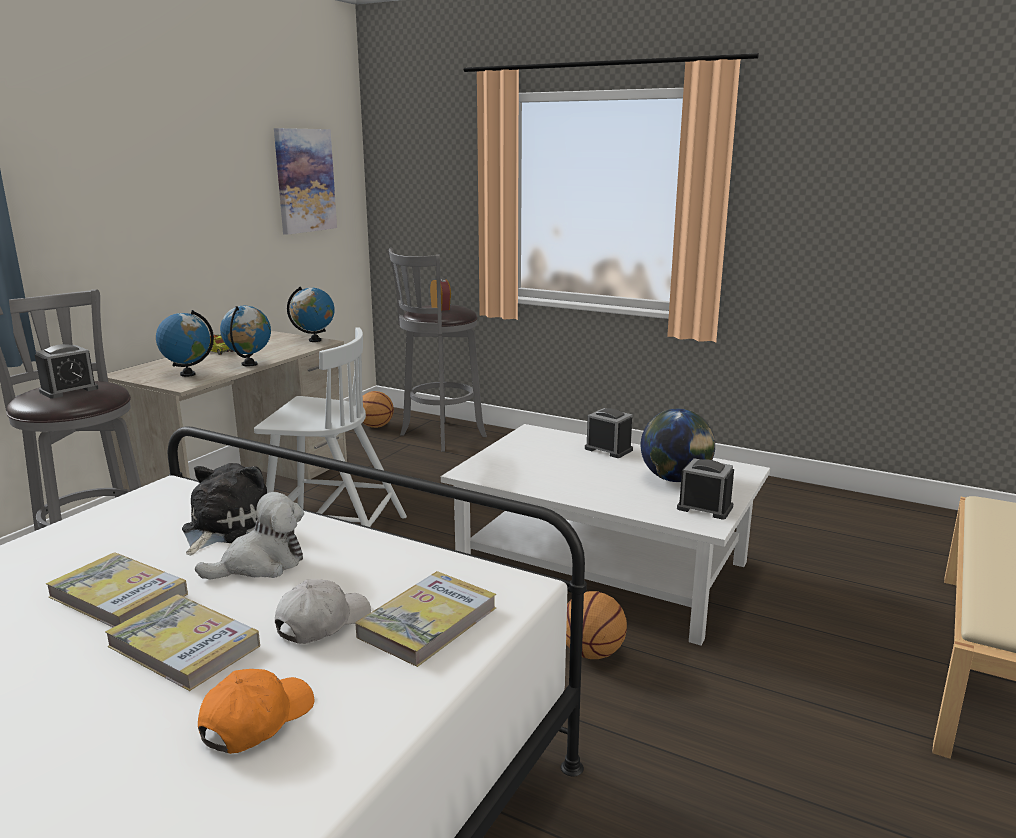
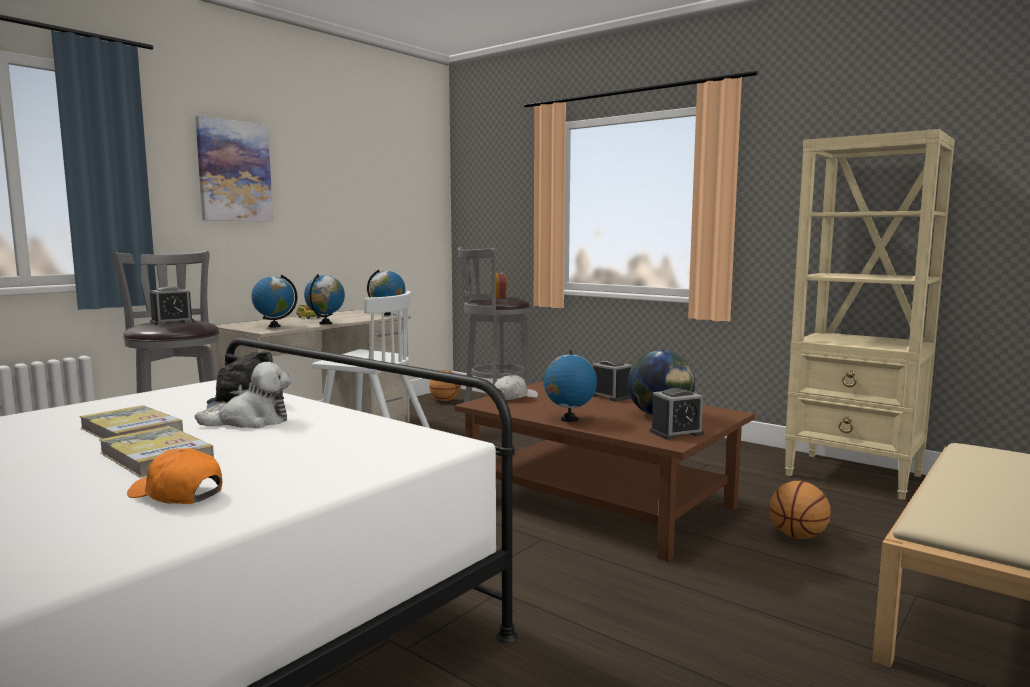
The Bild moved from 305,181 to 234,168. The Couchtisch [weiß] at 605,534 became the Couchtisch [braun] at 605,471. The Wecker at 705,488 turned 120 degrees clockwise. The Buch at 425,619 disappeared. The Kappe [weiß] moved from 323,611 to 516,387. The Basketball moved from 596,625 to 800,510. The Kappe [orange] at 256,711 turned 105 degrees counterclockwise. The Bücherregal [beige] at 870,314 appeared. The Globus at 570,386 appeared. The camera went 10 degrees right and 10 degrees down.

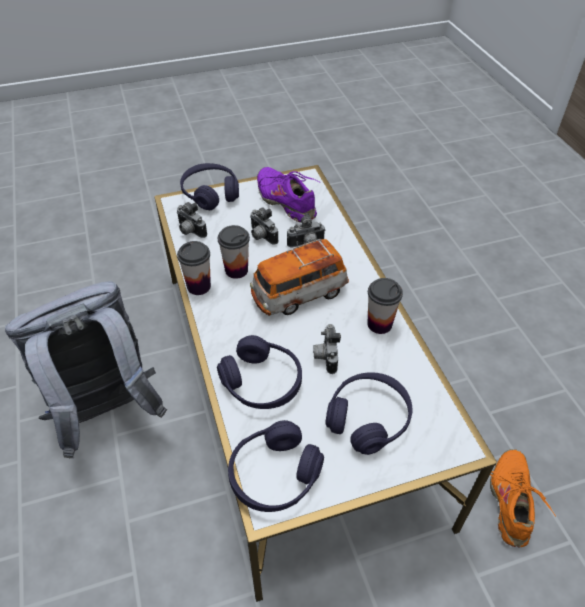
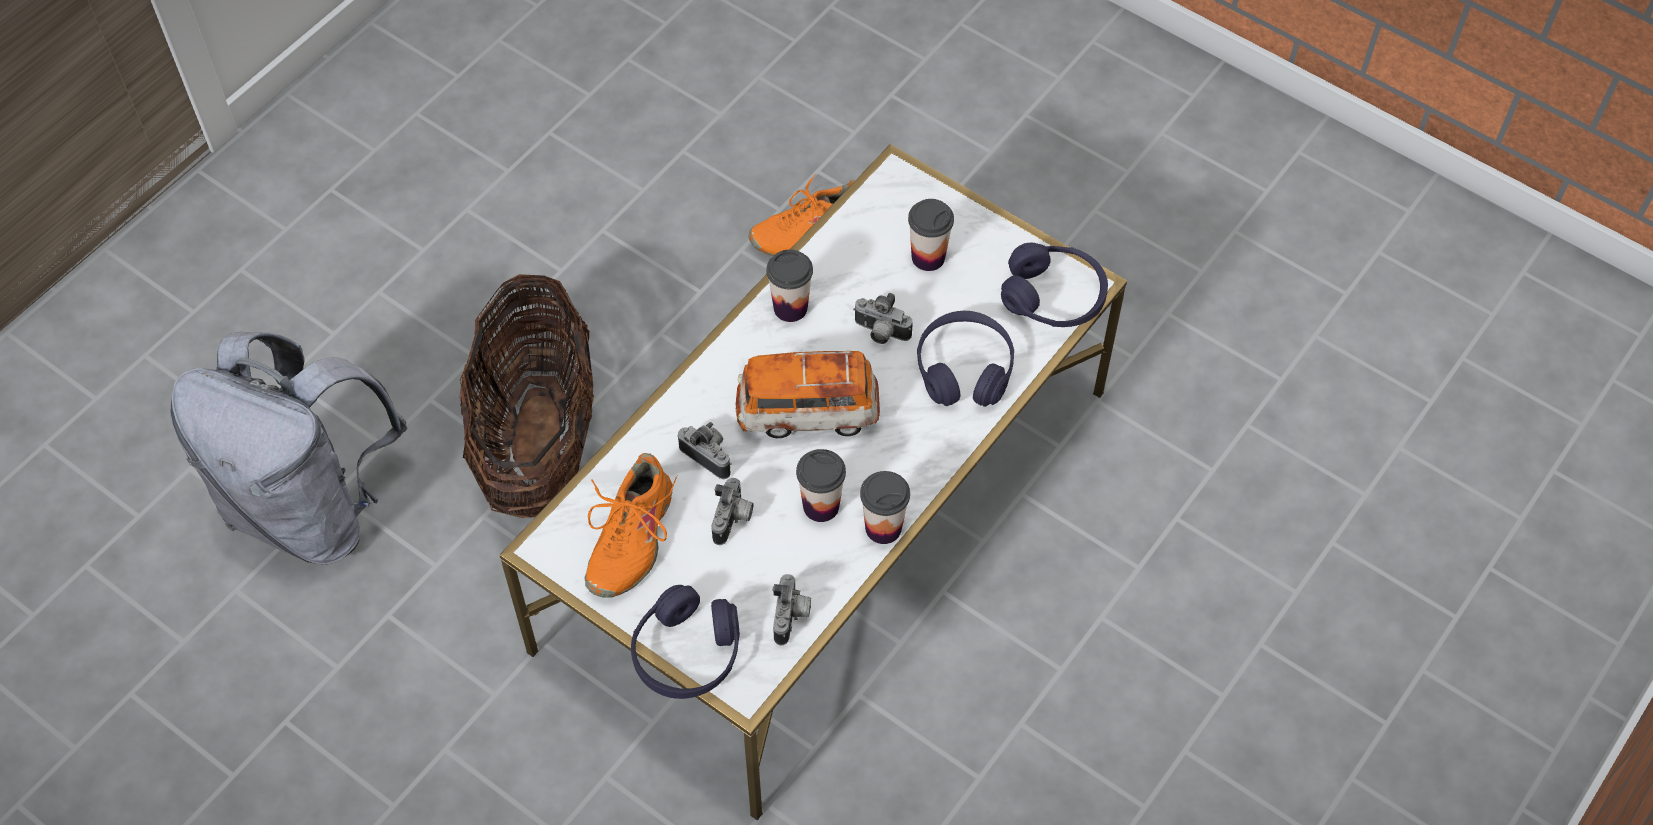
The Schuh [lila] at 288,194 became the Schuh [orange] at 631,525. The Spielzeugauto at 299,277 turned 150 degrees clockwise. The Rucksack [grau] moved from 86,369 to 289,448. The Kamera at 327,349 turned 60 degrees clockwise. The Kopfhörer [lila] at 368,413 was replaced by the Tasse at 931,235. The Korb at 527,396 appeared. The camera went 125 degrees left and 10 degrees up.

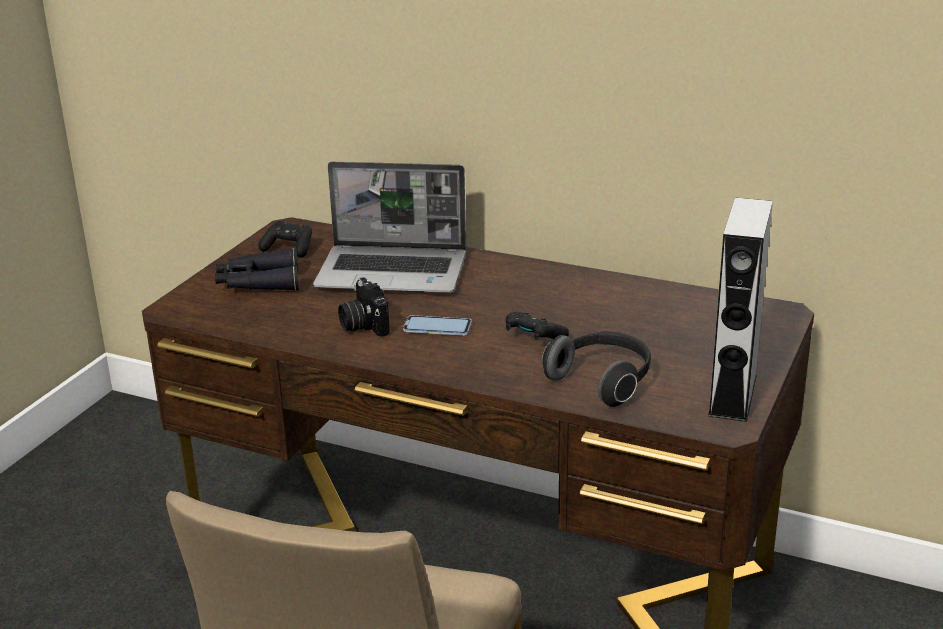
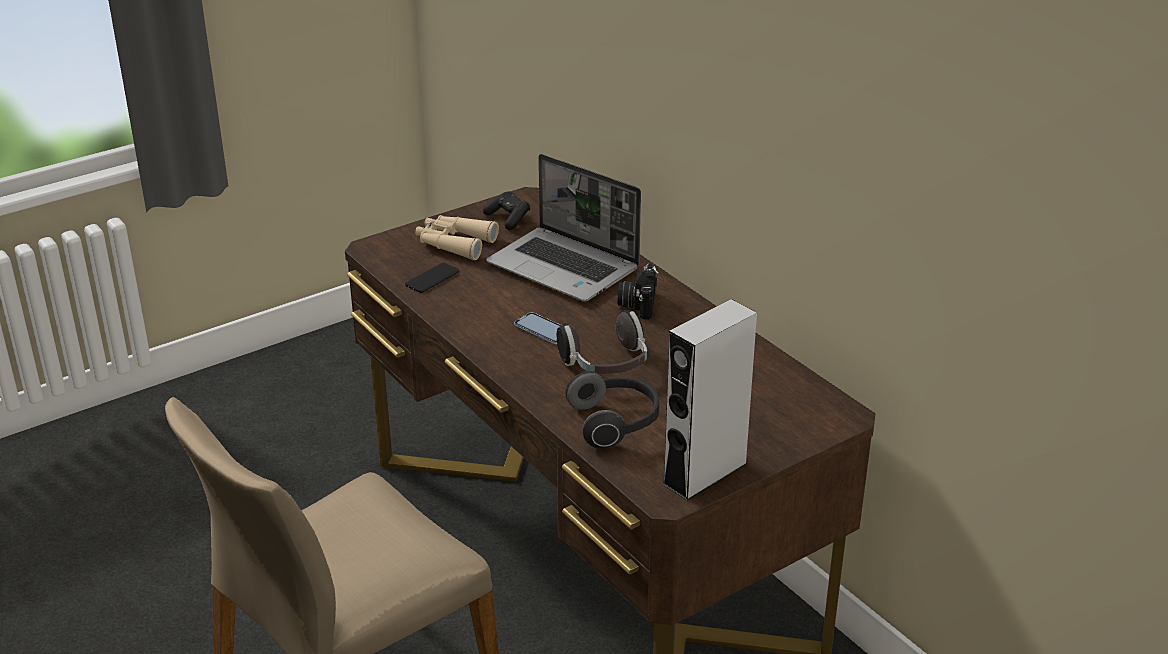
The Fernglas [schwarz] at 257,269 became the Fernglas [beige] at 457,237. The Kamera moved from 364,307 to 638,291. The Gamepad [schwarz] at 537,326 was replaced by the Kopfhörer at 602,342. The Handy at 432,277 appeared. The camera went 30 degrees right and 5 degrees up.

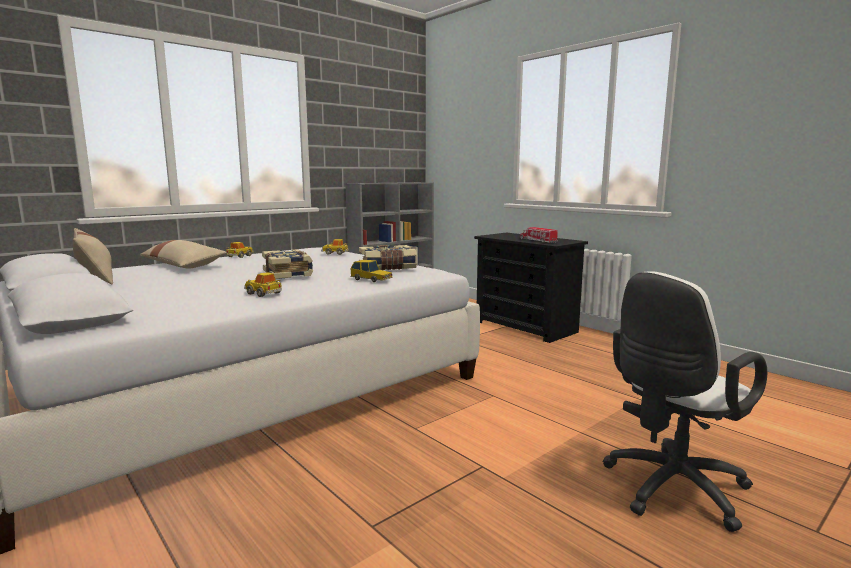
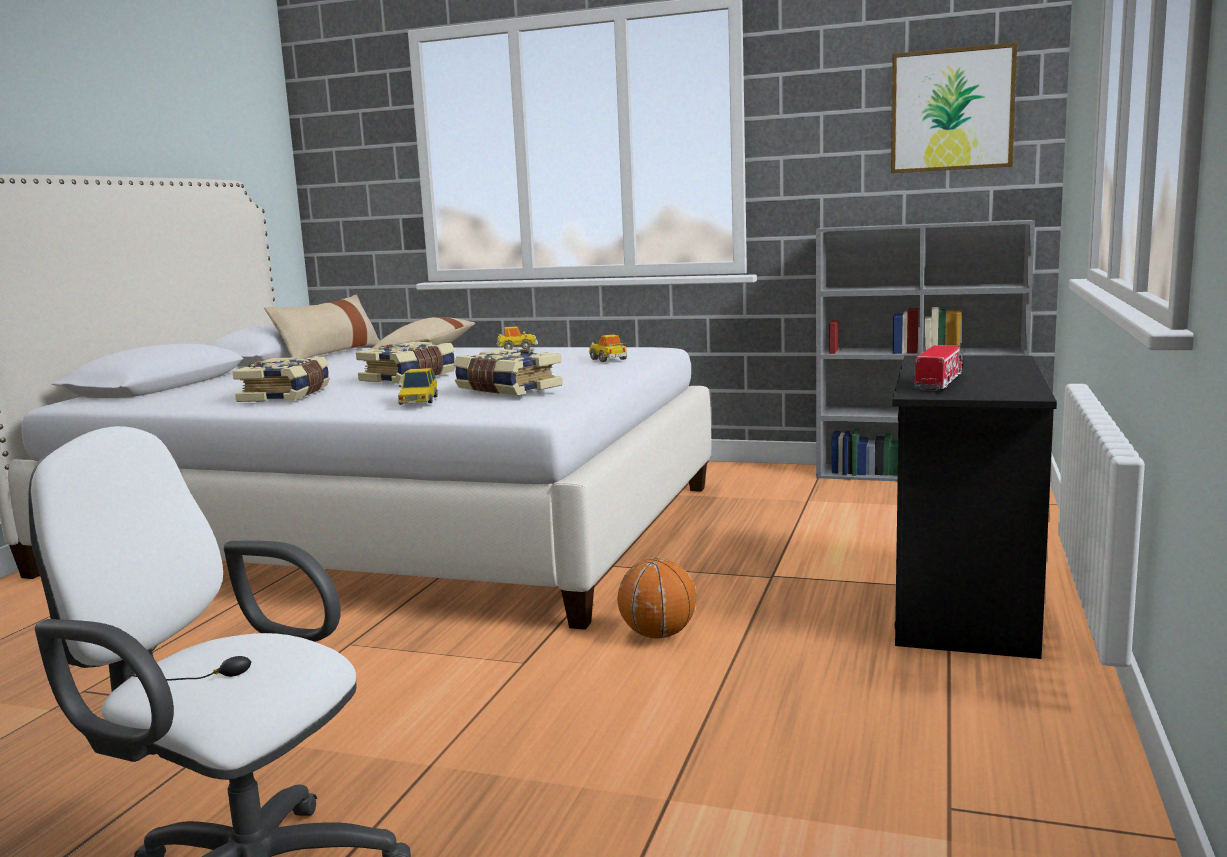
The Spielzeugauto at 263,284 was replaced by the Buch at 281,379. The Bild at 954,108 appeared. The Basketball at 657,598 appeared. The camera went 60 degrees right and 0 degrees up.

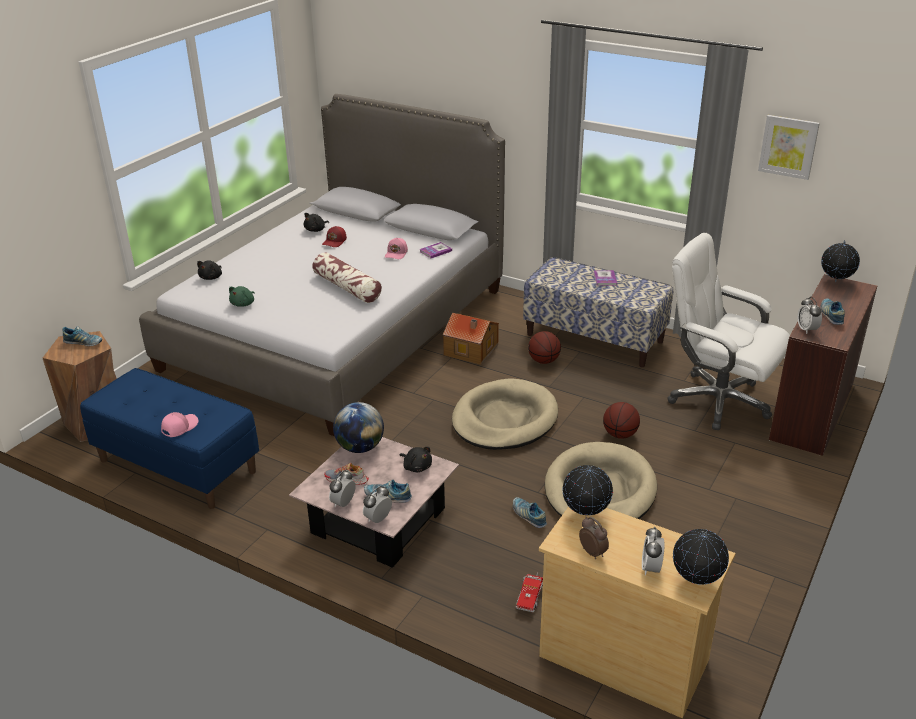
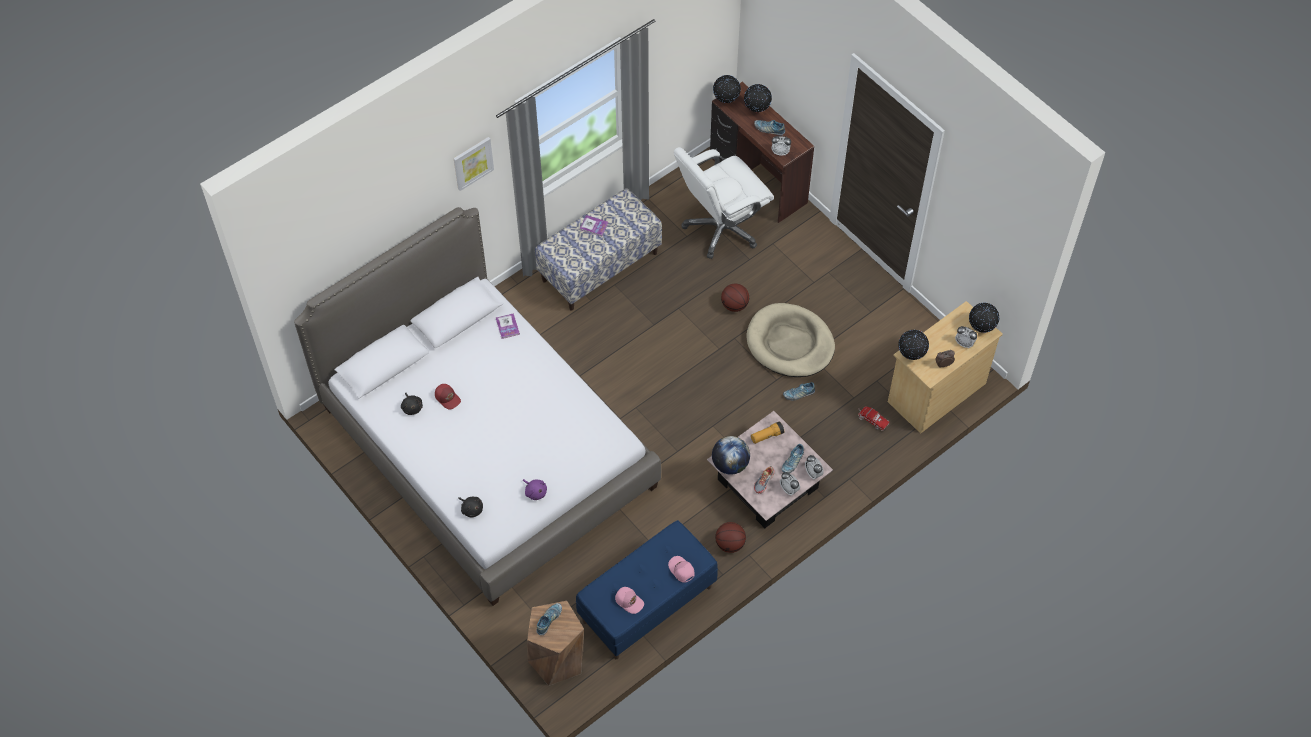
The Bild moved from 789,147 to 473,164. The Kappe [rosa] moved from 396,248 to 629,600. The Kissen at 347,277 disappeared. The Plüschtier [grün] at 242,296 became the Plüschtier [lila] at 535,489. The Spielzeughaus at 471,339 disappeared. The Basketball moved from 544,347 to 730,537. The Hundebett [beige] at 505,414 disappeared. The Plüschtier [schwarz] at 415,459 was replaced by the Taschenlampe at 767,432. The Globus at 758,98 appeared. The camera went 70 degrees left and 25 degrees up.

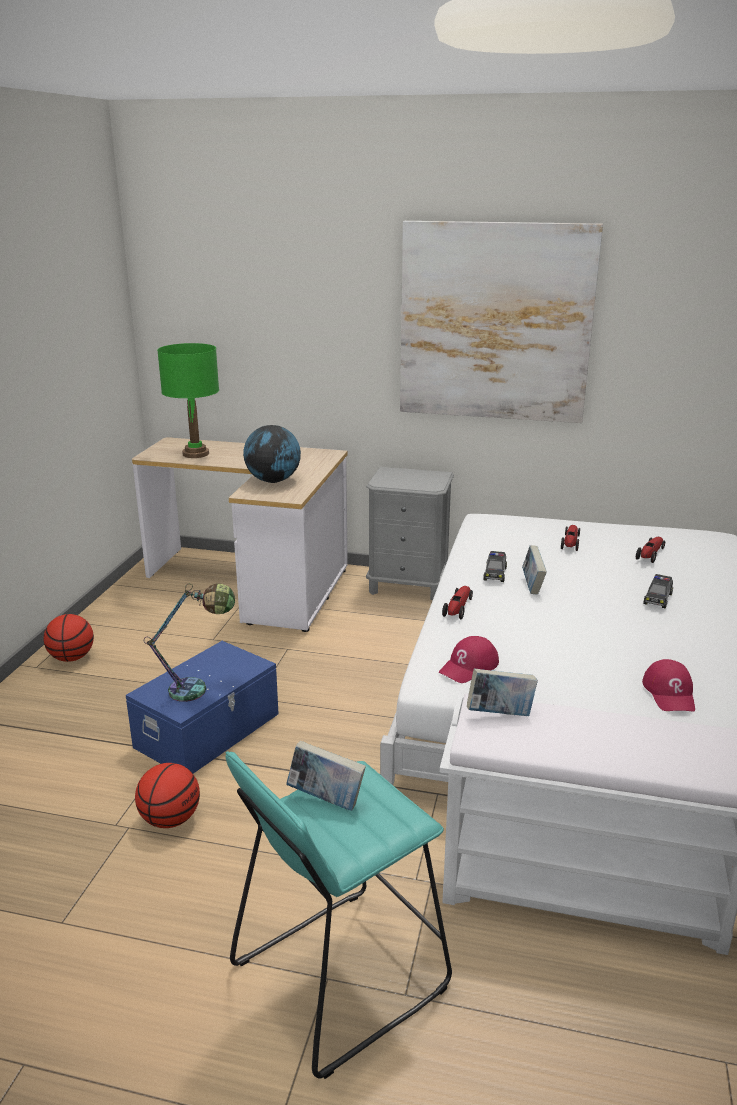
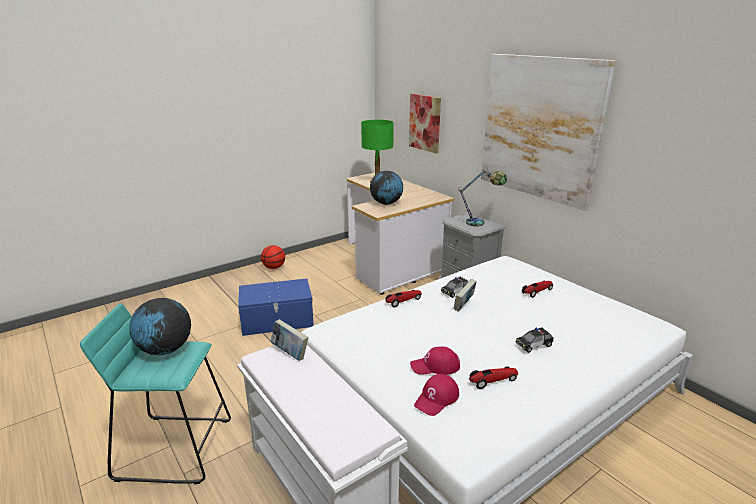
The Spielzeugauto moved from 650,550 to 493,377. The Tischlampe moved from 189,643 to 482,196. The Kappe [rot] moved from 469,659 to 435,360. The Buch at 326,776 was replaced by the Globus at 160,326. The Basketball at 167,795 disappeared. The Bild at 425,123 appeared. The camera went 40 degrees right and 0 degrees up.

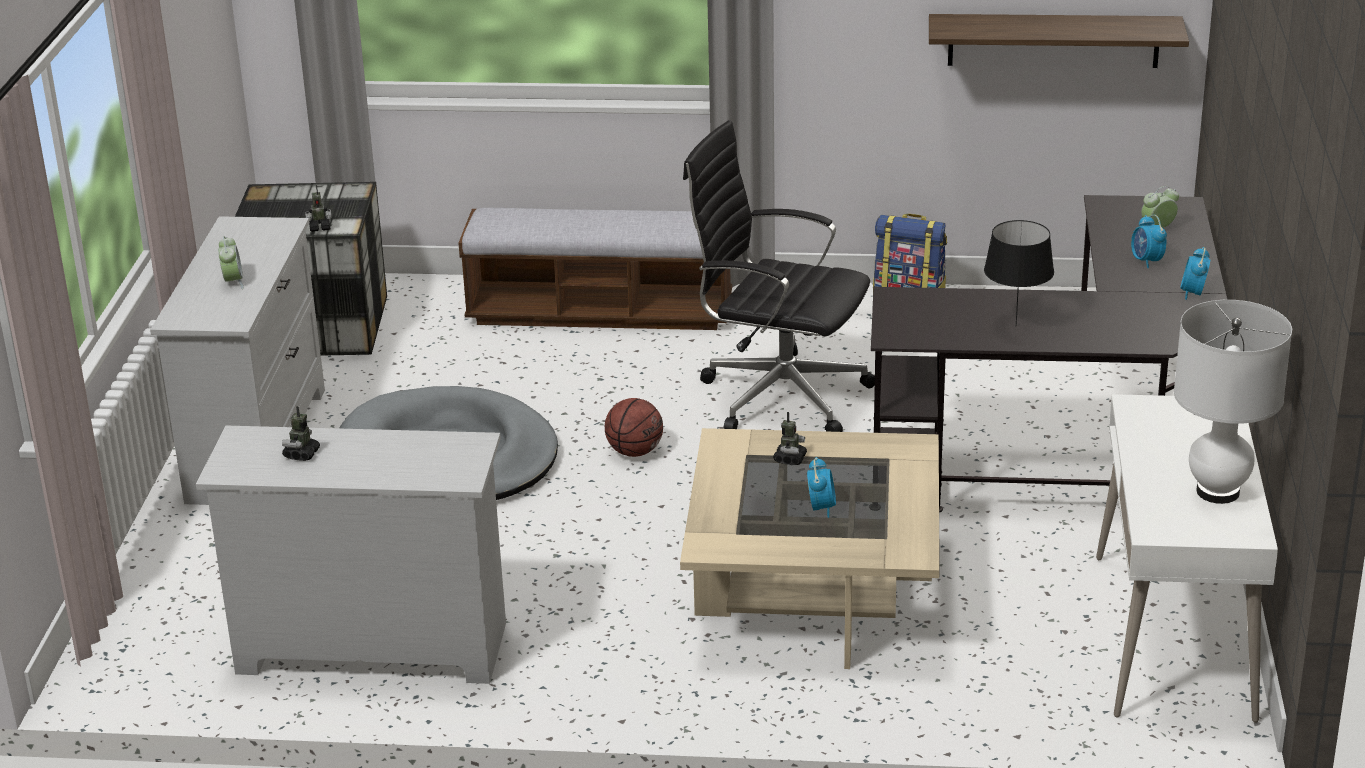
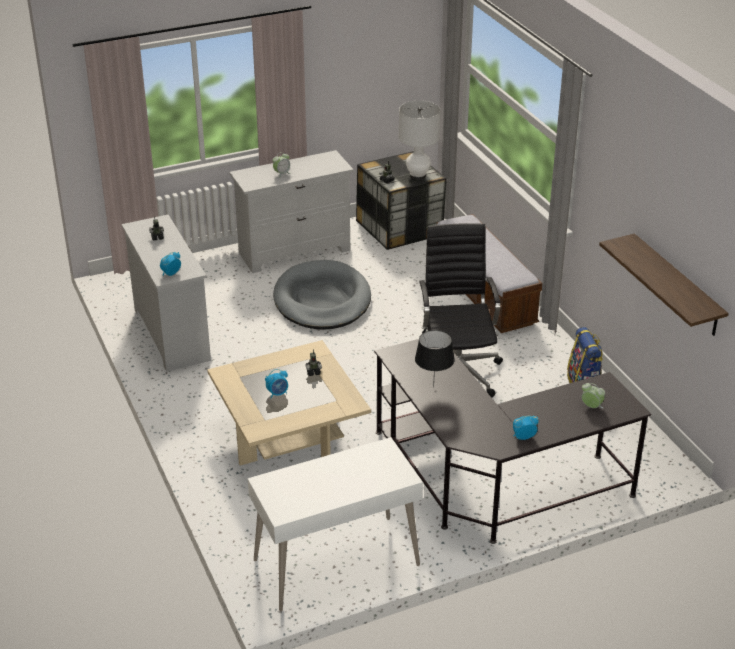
The Wecker moved from 1149,241 to 170,264. The Tischlampe [weiß] moved from 1233,402 to 419,140. The Basketball at 634,427 disappeared. The camera went 60 degrees right and 5 degrees up.

